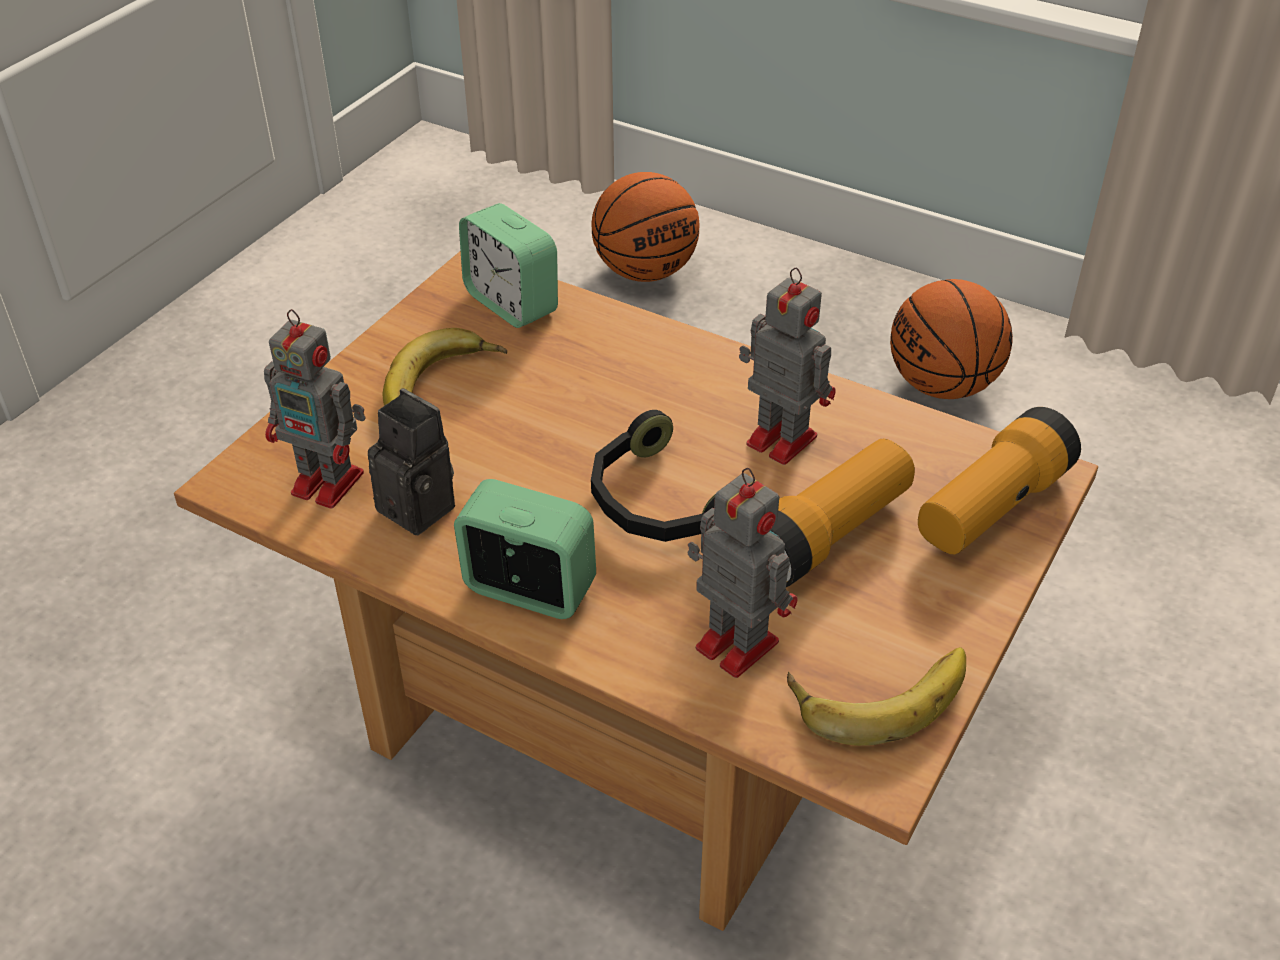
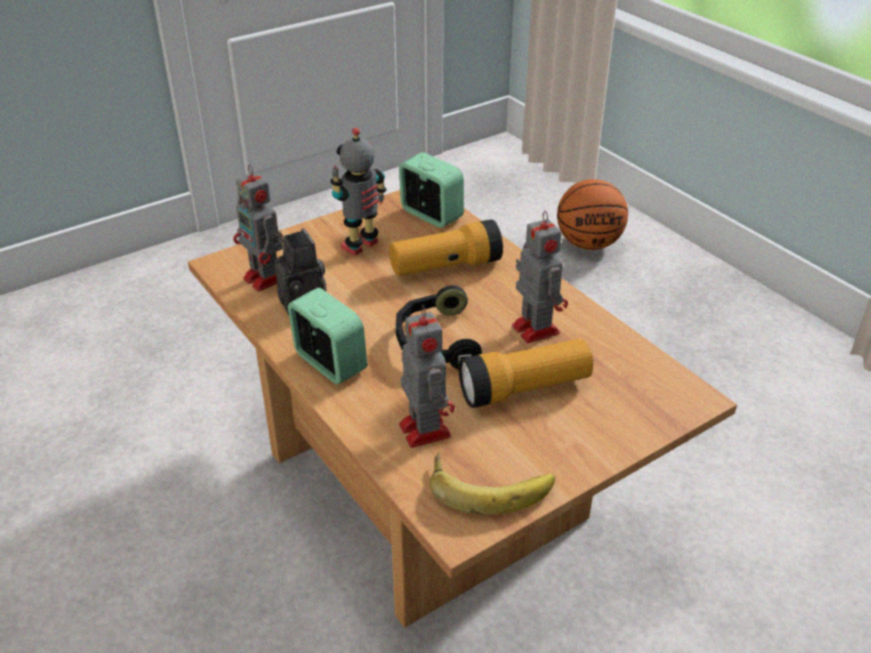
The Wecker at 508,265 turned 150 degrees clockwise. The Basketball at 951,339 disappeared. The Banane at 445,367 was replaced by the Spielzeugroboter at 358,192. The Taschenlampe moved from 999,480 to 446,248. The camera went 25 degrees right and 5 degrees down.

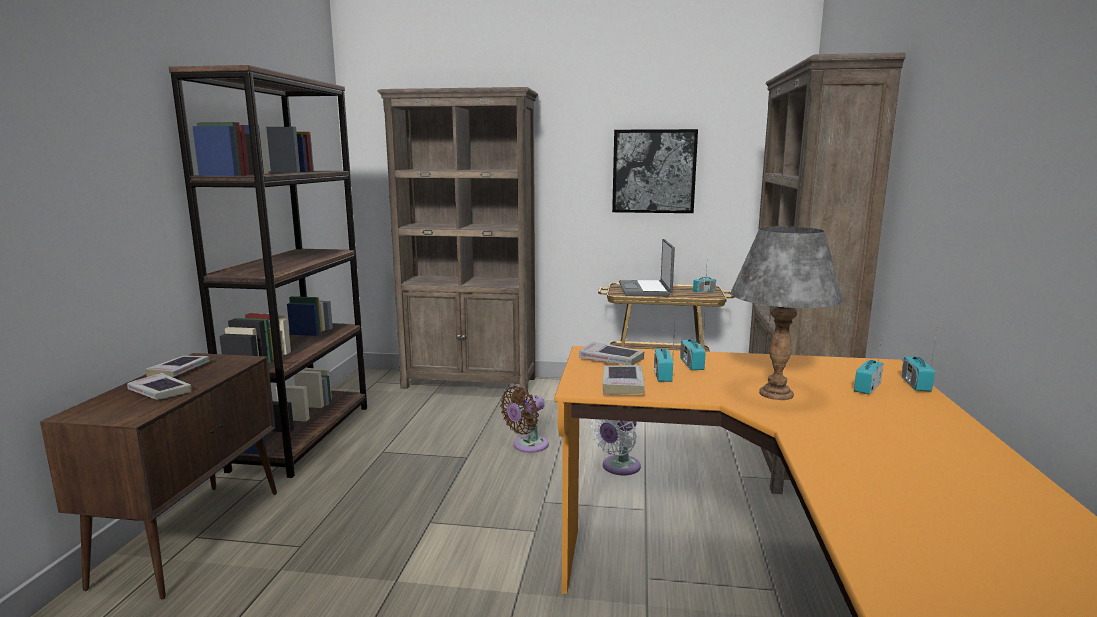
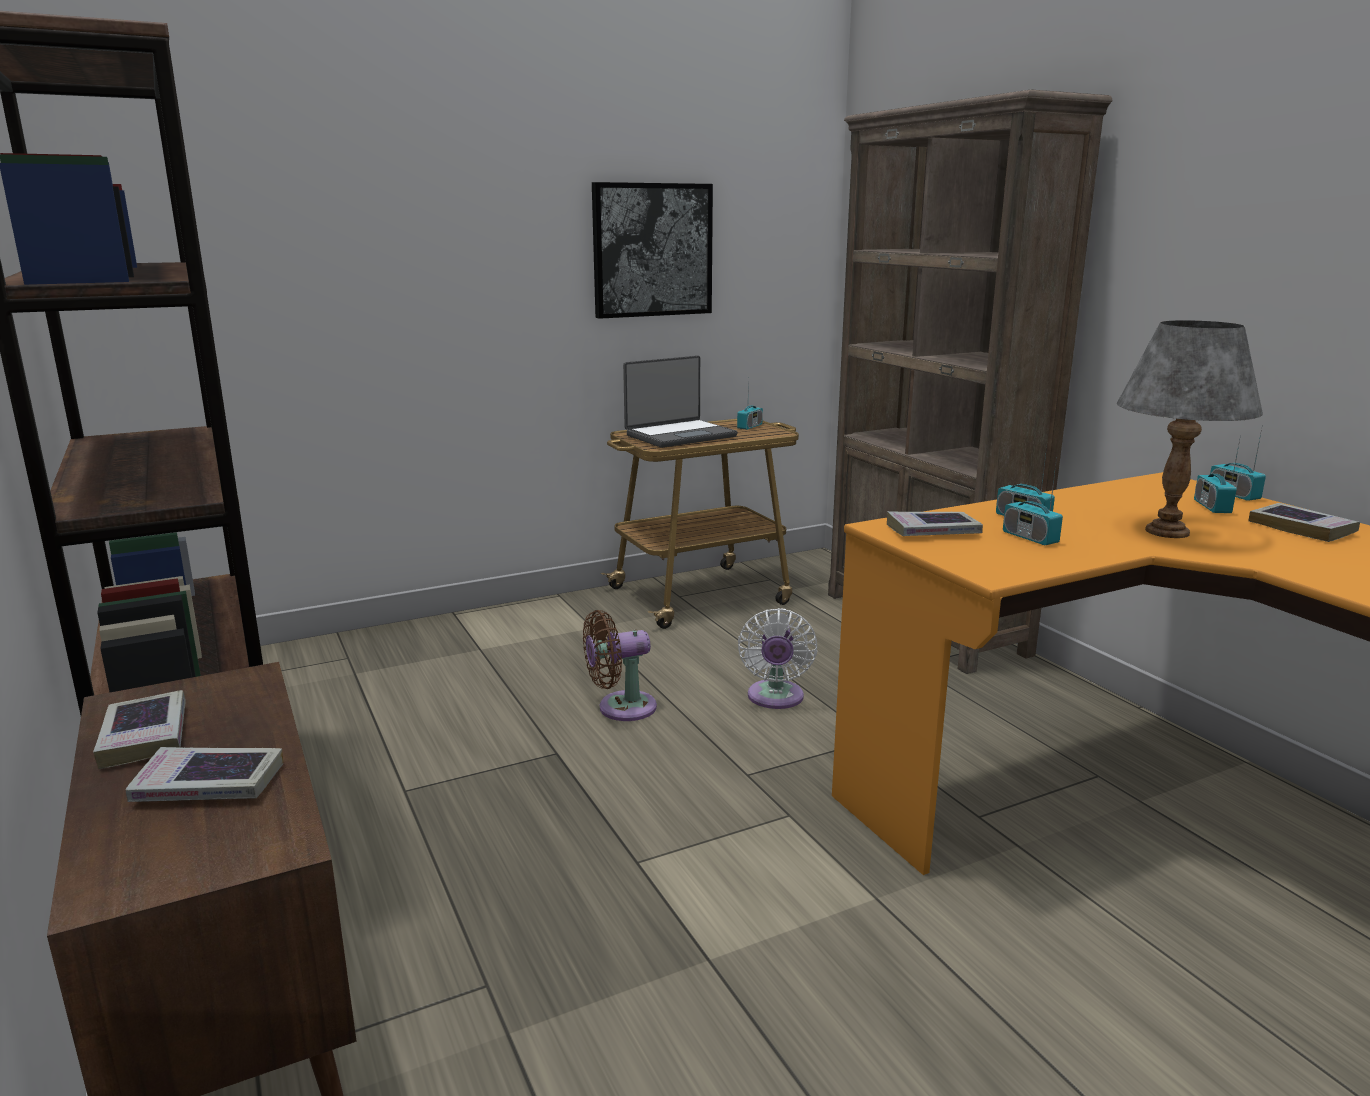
The Bücherregal [braun] at 457,241 disappeared. The Laptop at 647,267 turned 90 degrees counterclockwise. The Buch moved from 624,380 to 1304,522. The Ventilator [braun] at 524,419 turned 60 degrees clockwise. The camera went 35 degrees left and 5 degrees up.

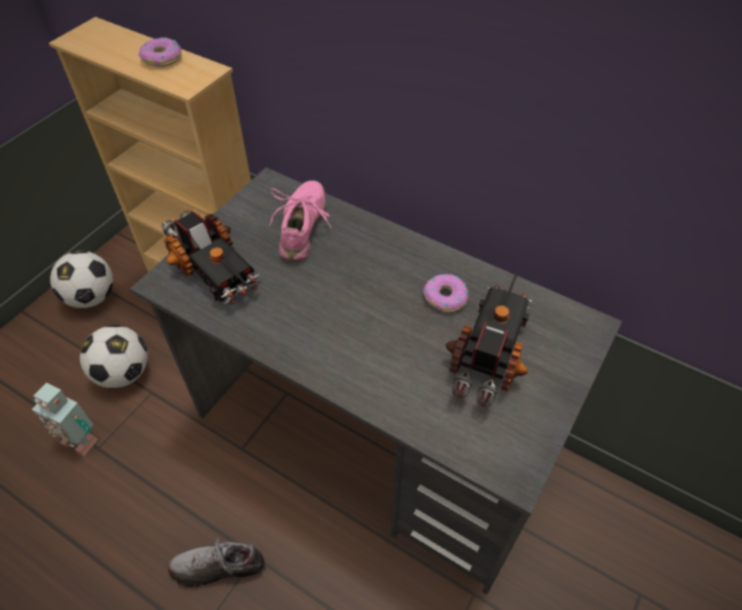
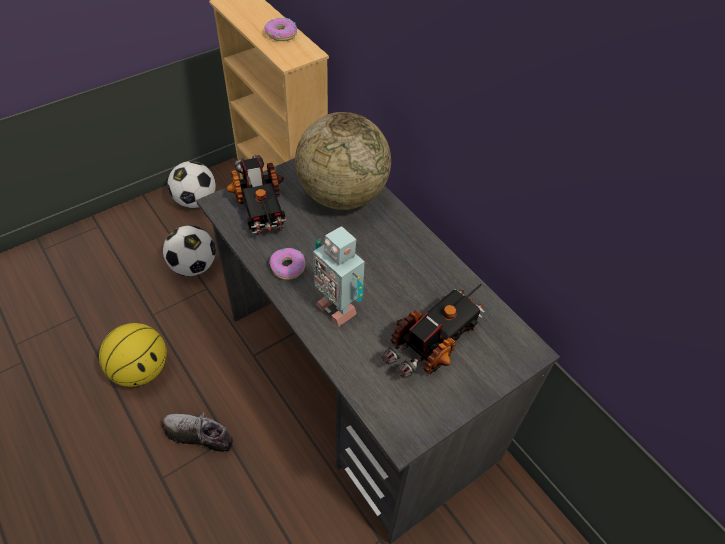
The Schuh [rosa] at 300,221 was replaced by the Globus at 343,161. The Donut moved from 445,293 to 287,264. The Spielzeugroboter moved from 65,419 to 339,276. The Basketball at 133,355 appeared. The camera went 20 degrees right and 0 degrees up.

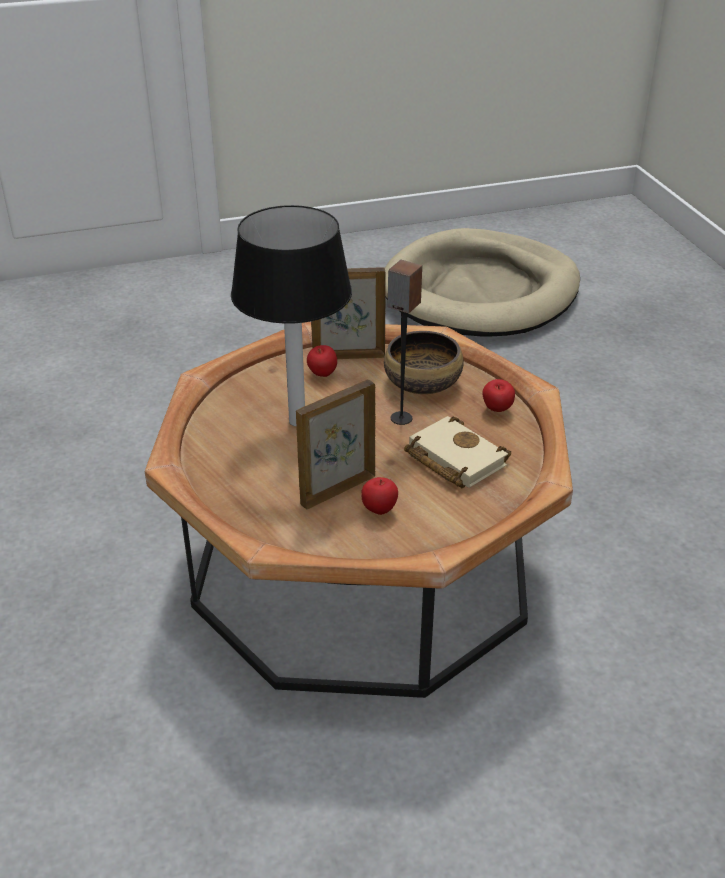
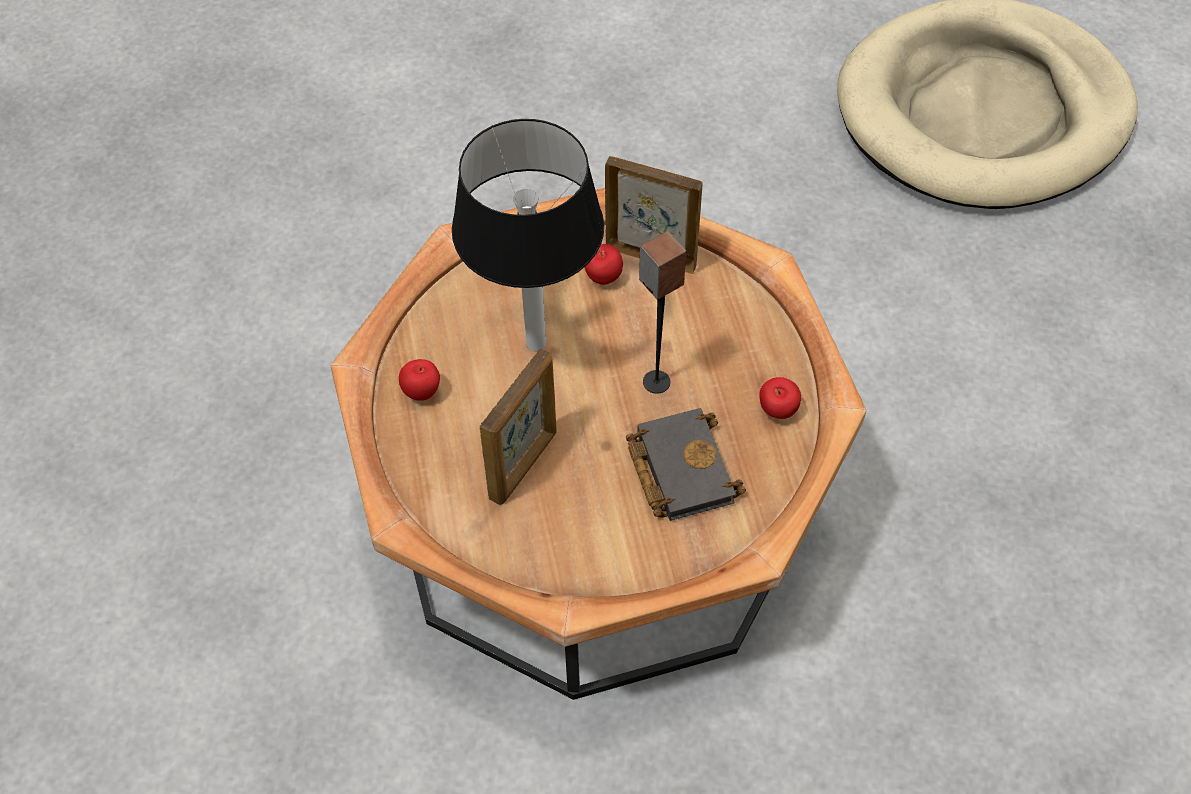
The Schüssel at 424,362 disappeared. The Bilderrahmen at 336,444 turned 135 degrees clockwise. The Buch [beige] at 457,452 became the Buch [schwarz] at 686,464. The Apfel moved from 379,496 to 419,380. The camera went 25 degrees right and 20 degrees up.

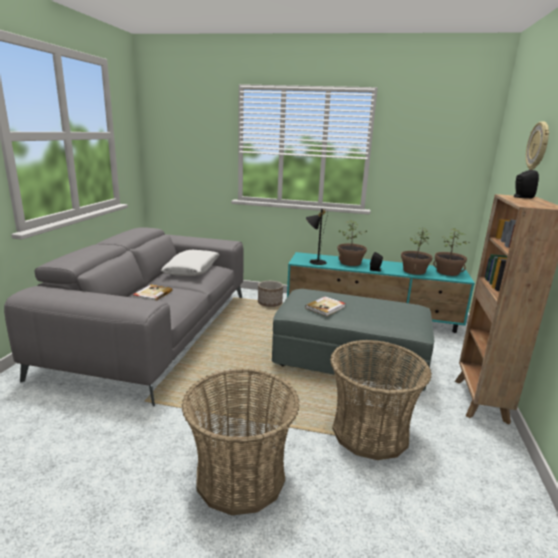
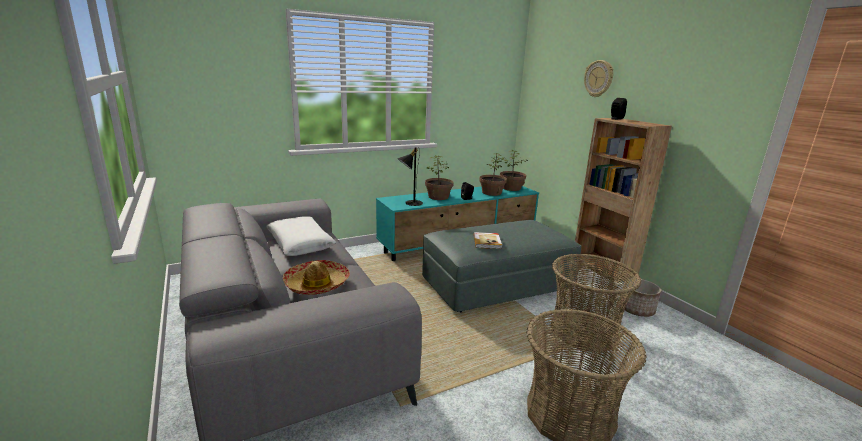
The Pflanzkübel moved from 270,294 to 641,297. The Buch at 152,292 was replaced by the Hut at 316,277. The camera went 40 degrees left and 0 degrees up.

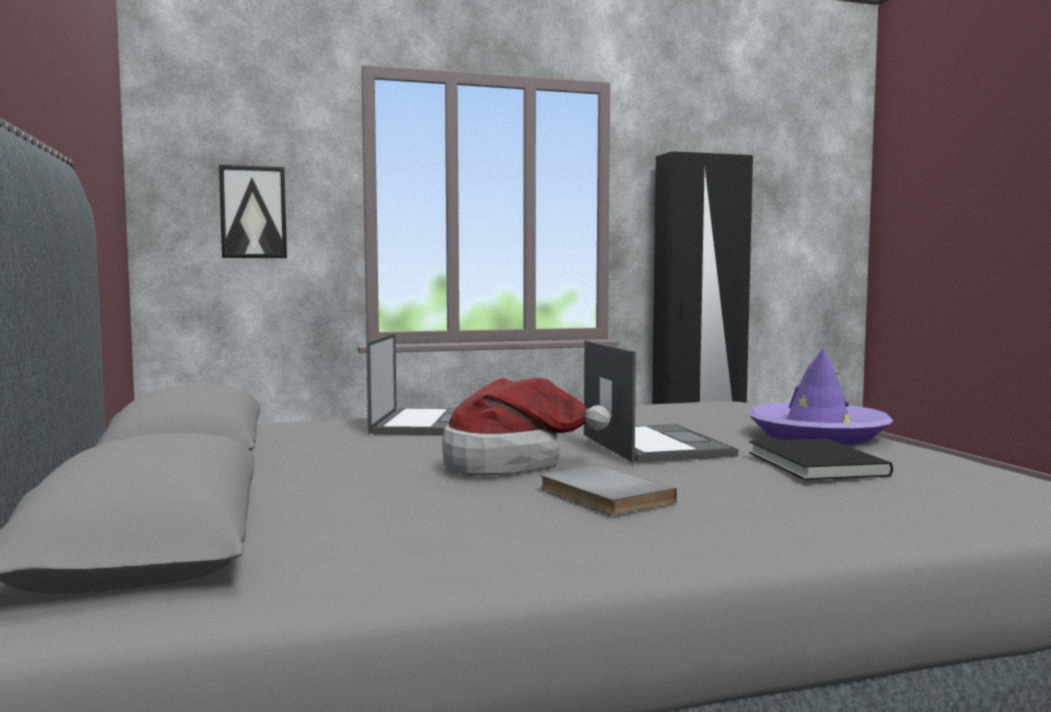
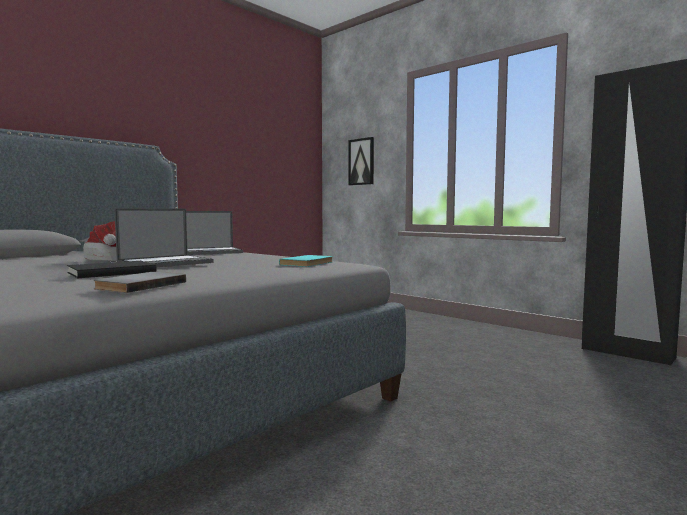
The Hut [lila] at 821,396 disappeared. The Buch [grau] moved from 608,490 to 139,282. The Buch [türkis] at 306,261 appeared. The camera went 60 degrees right and 0 degrees up.

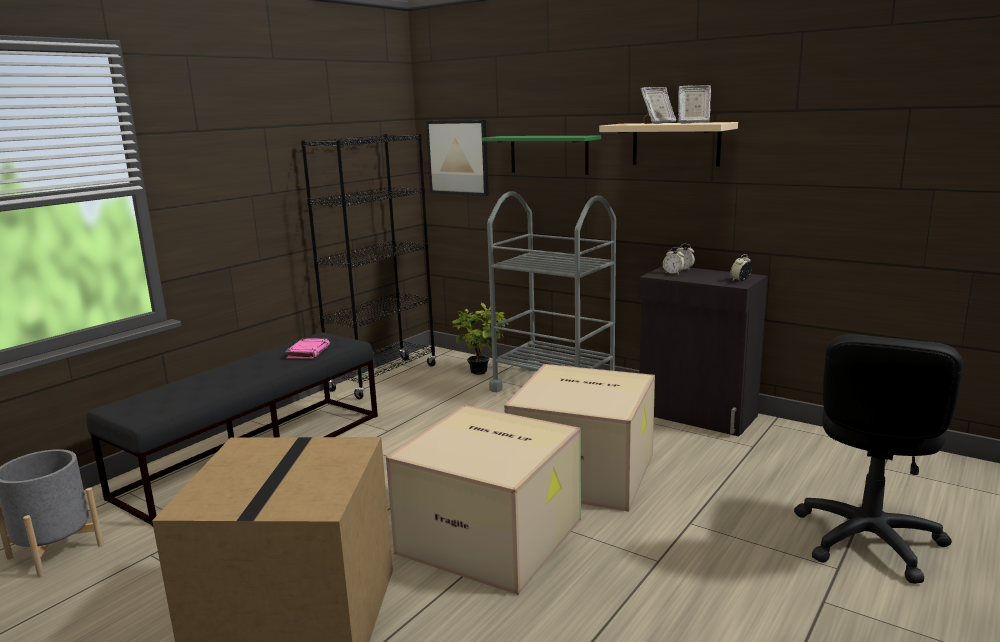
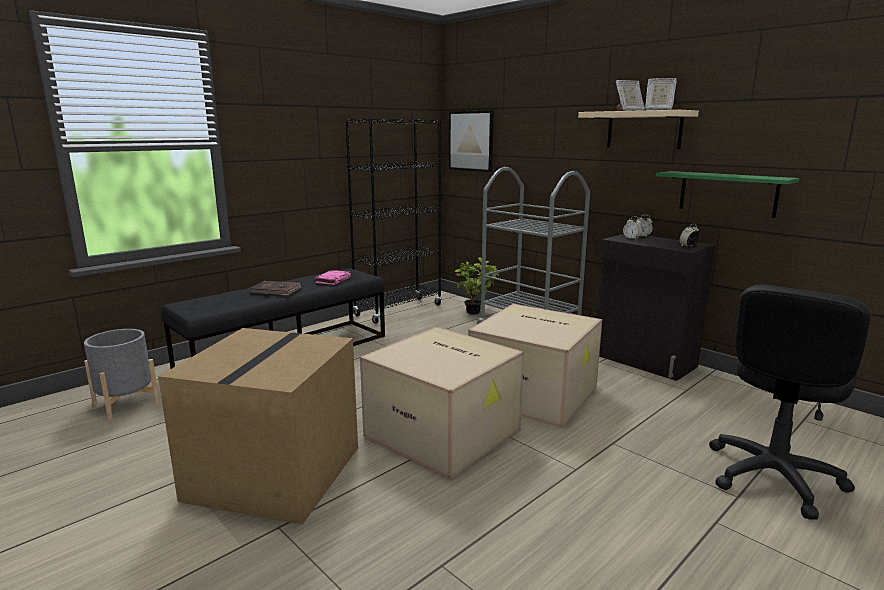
The Wandregal [grün] moved from 541,155 to 728,194. The Buch [braun] at 275,288 appeared. The camera went 10 degrees right and 0 degrees up.

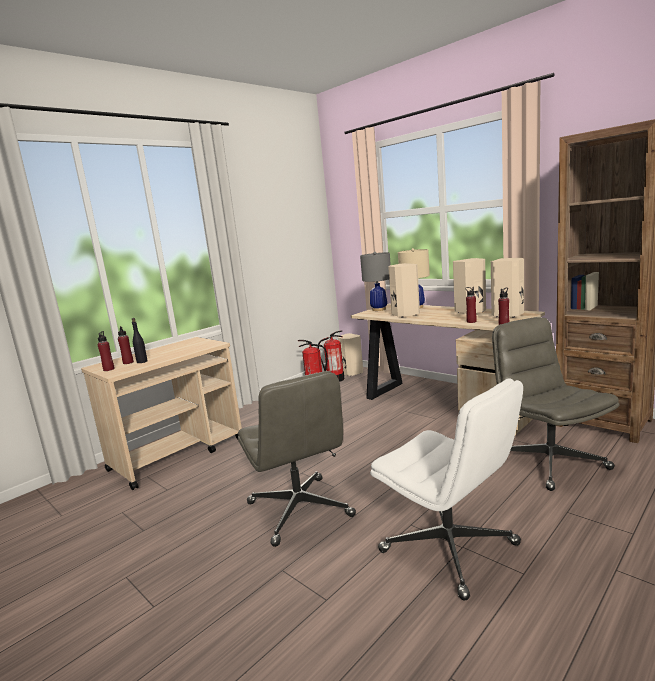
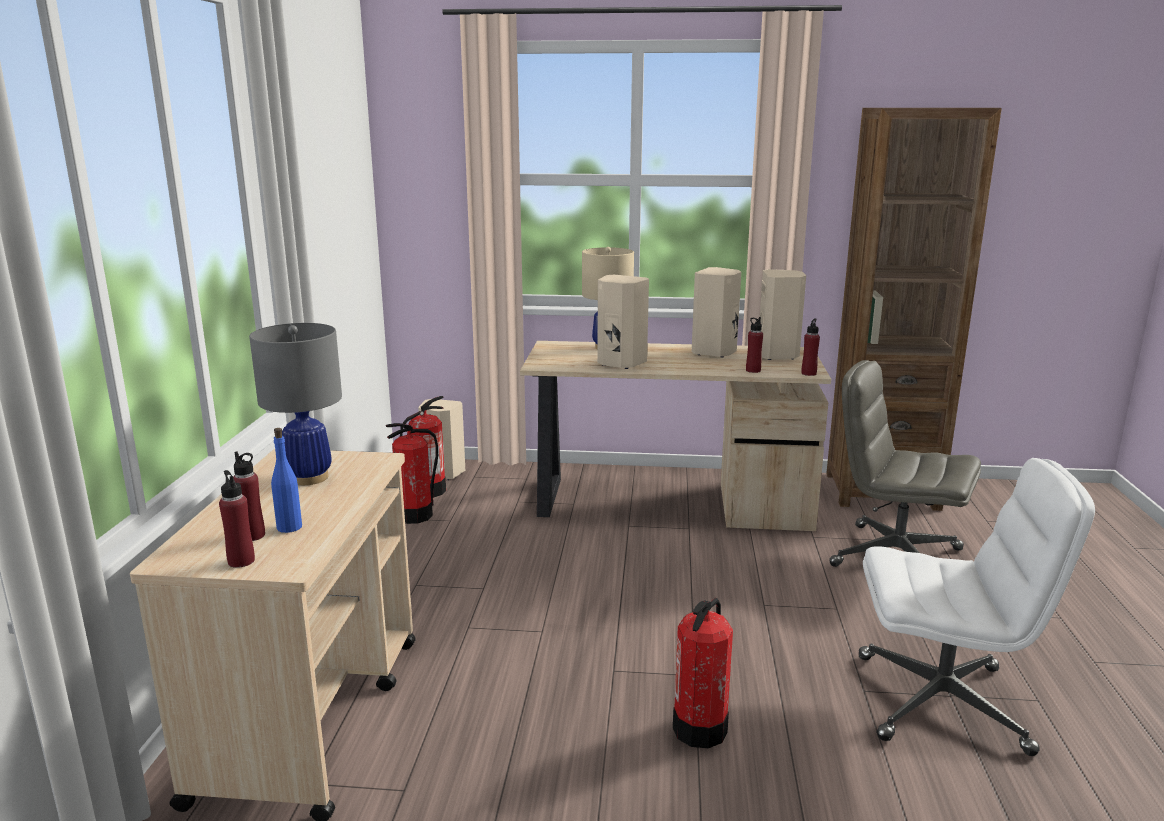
The Tischlampe [grau] moved from 375,281 to 295,404. The Flasche [schwarz] at 140,340 became the Flasche [blau] at 286,480. The Bürostuhl [grau] at 297,459 was replaced by the Feuerlöscher at 703,673. The camera went 40 degrees left and 5 degrees up.

